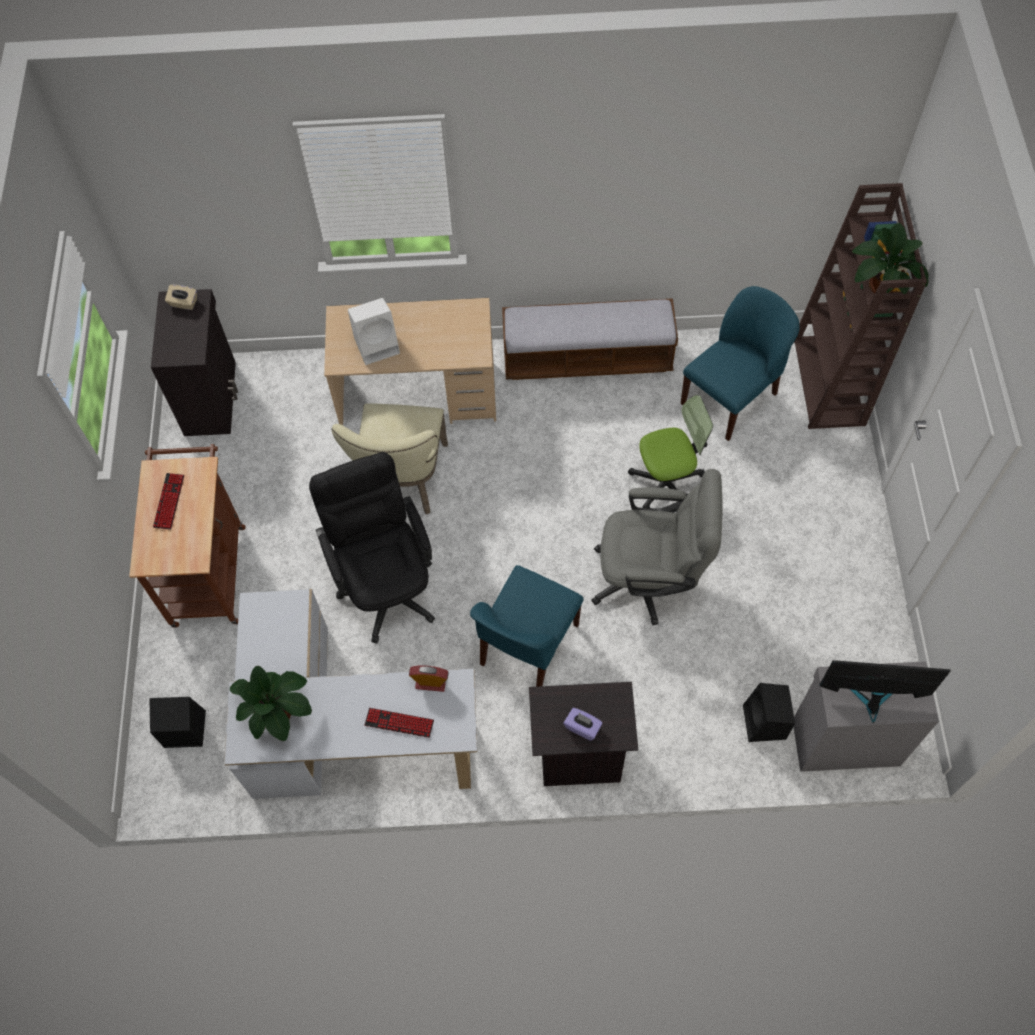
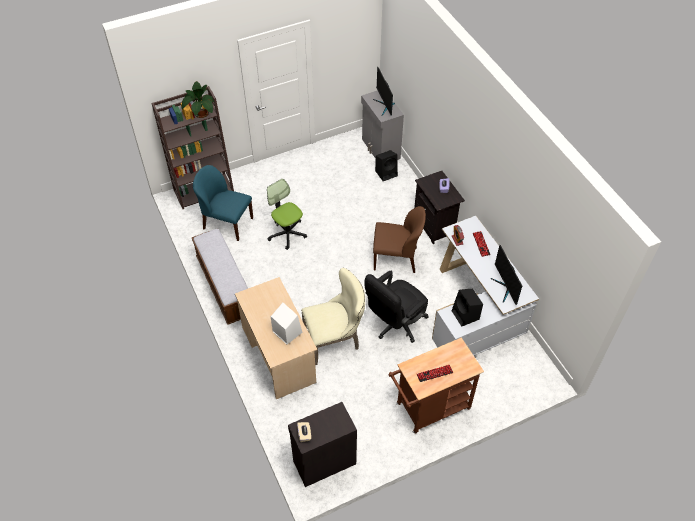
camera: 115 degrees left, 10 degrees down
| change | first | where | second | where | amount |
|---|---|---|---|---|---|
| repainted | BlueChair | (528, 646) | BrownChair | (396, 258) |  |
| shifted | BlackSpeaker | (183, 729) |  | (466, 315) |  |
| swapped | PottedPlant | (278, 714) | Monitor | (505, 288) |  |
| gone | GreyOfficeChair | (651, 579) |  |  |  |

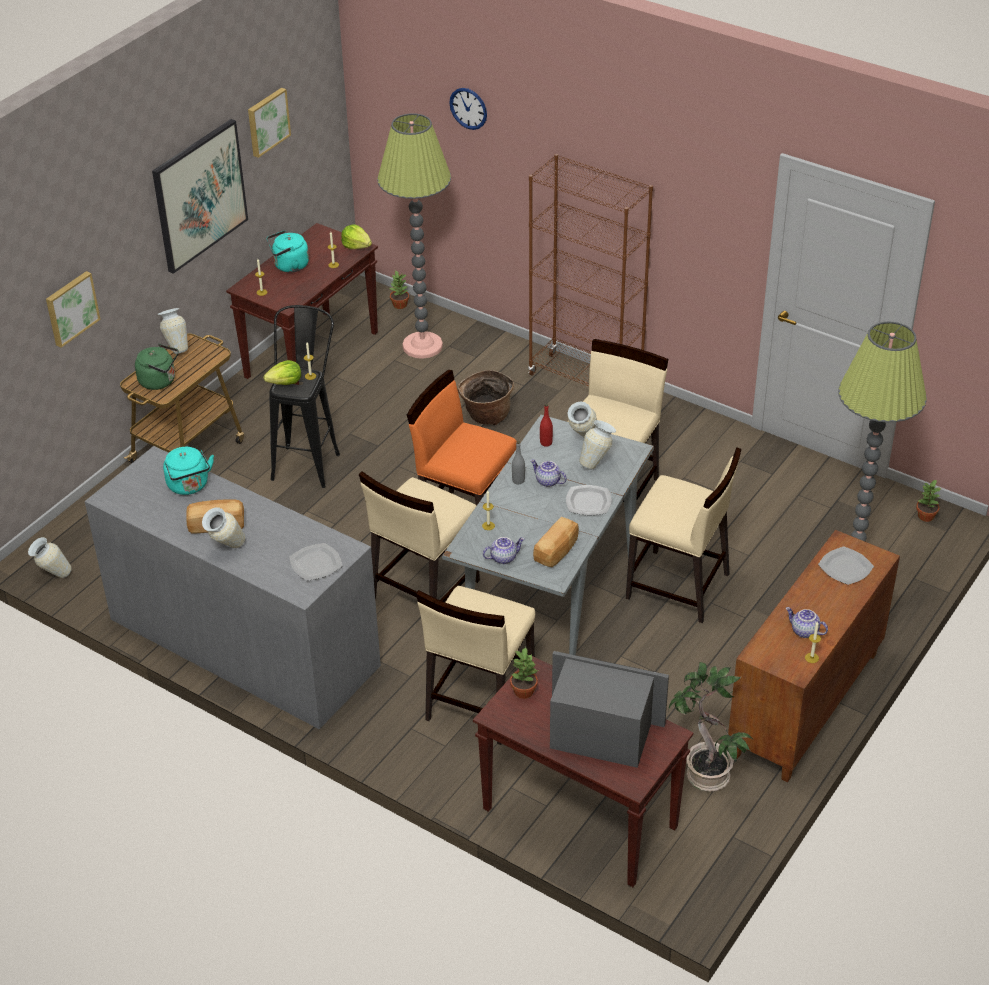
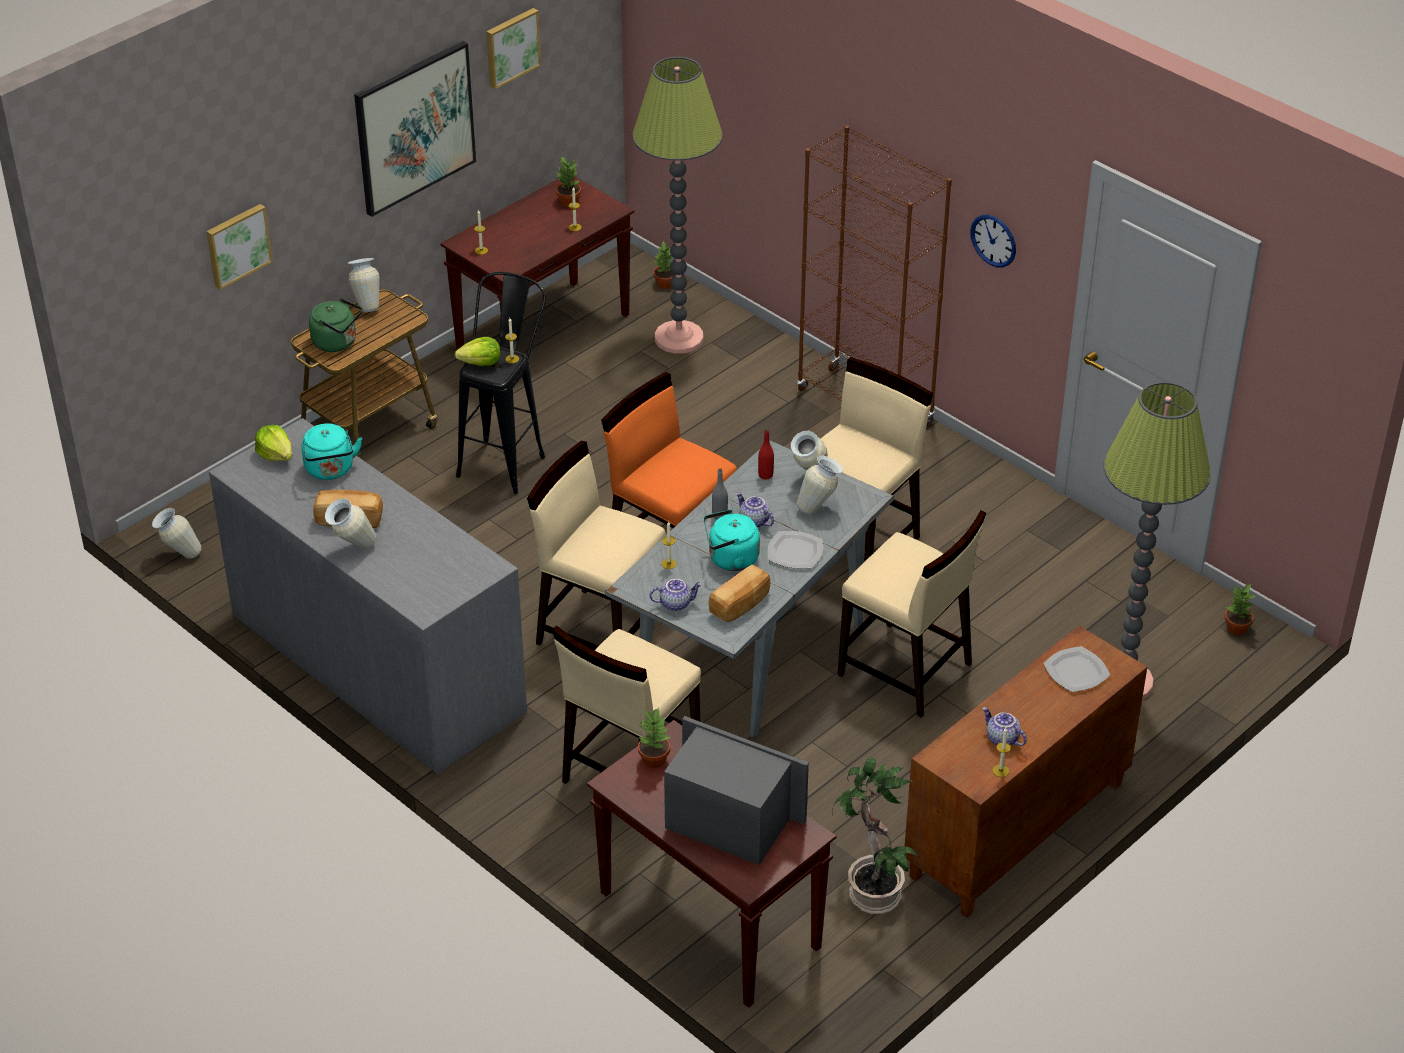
camera: 10 degrees right, 0 degrees up
| change | first | where | second | where | amount |
|---|---|---|---|---|---|
| shifted | Lettuce | (356, 245) |  | (276, 454) |  |
| rotated | BeigeChair | (423, 590) |  | (600, 631) | 75 degrees clockwise |
| new |  |  | PottedPlant | (568, 201) |  |
| shifted | TurquoiseKettle | (289, 266) |  | (730, 559) |  |
| shifted | WallClock | (468, 108) |  | (993, 240) |  |
| gone | Plate | (315, 563) |  |  |  |
| gone | Basket | (486, 416) |  |  |  |

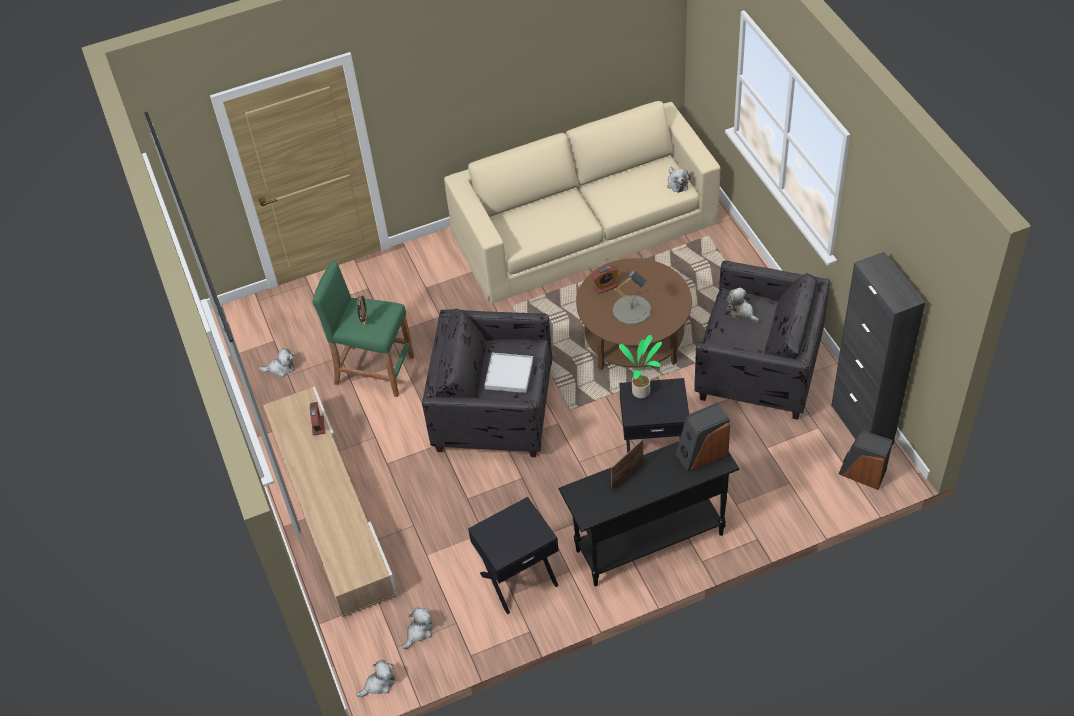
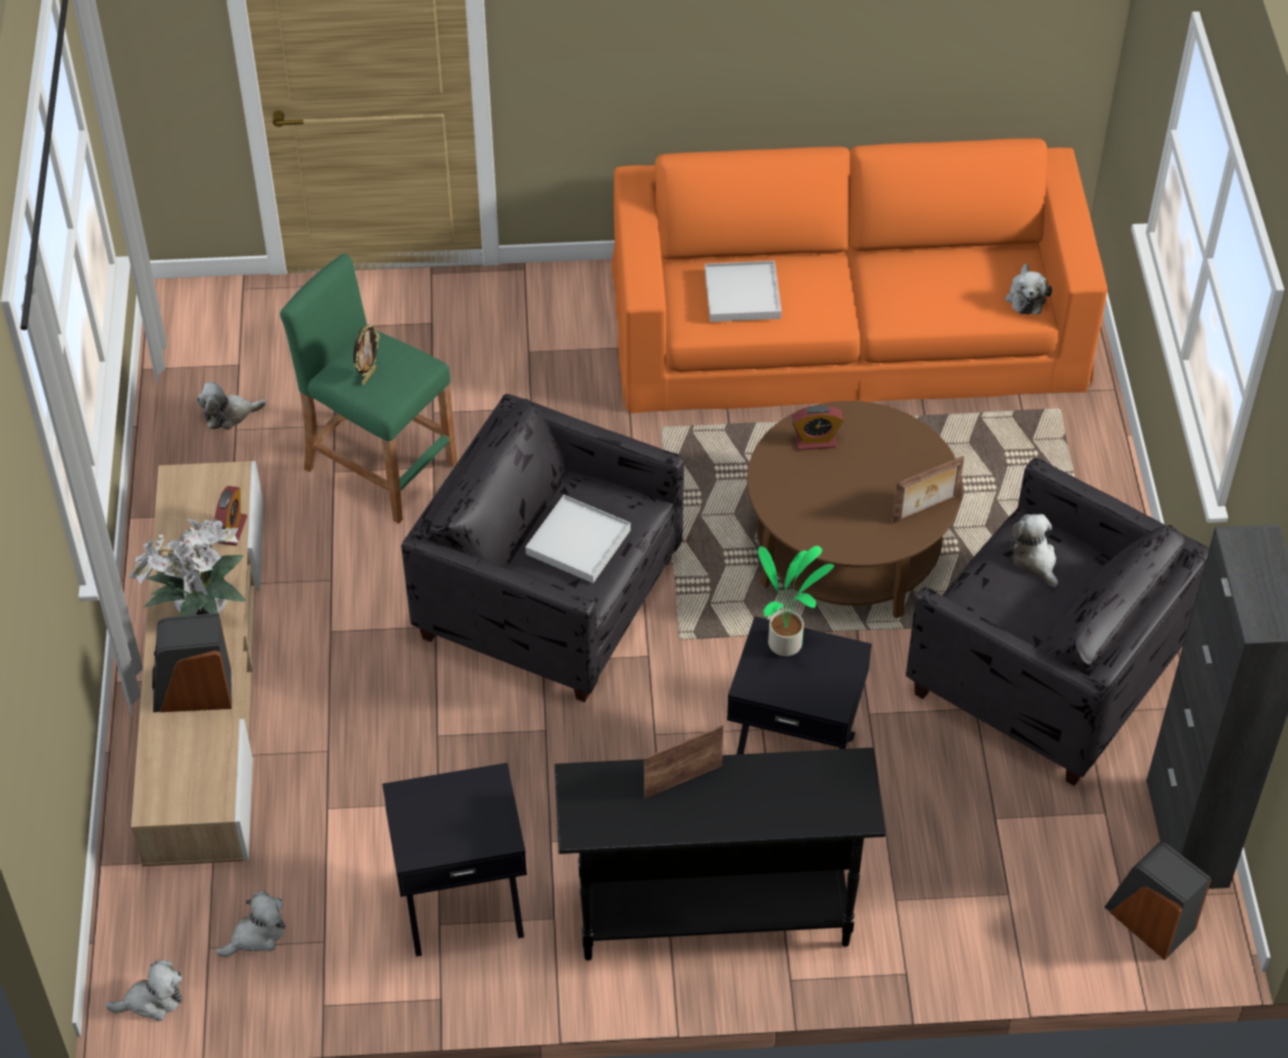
camera: 15 degrees right, 0 degrees up
| change | first | where | second | where | amount |
|---|---|---|---|---|---|
| new |  |  | PottedPlant | (199, 612) |  |
| shifted | Speaker | (702, 454) |  | (193, 692) |  |
| rotated | PlushToy | (281, 368) |  | (229, 415) | 150 degrees clockwise |
| repainted | BeigeSofa | (584, 226) | OrangeSofa | (847, 327) |  |
| new |  |  | WhiteTray | (742, 295) |  |
| new |  |  | PictureFrame | (926, 510) |  |
| gone | GreyTableLamp | (632, 310) |  |  |  |

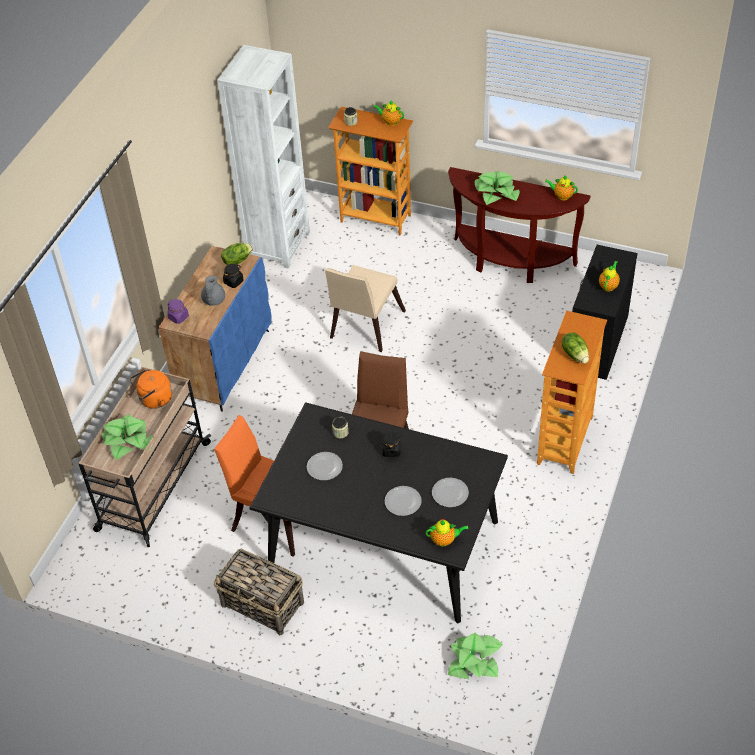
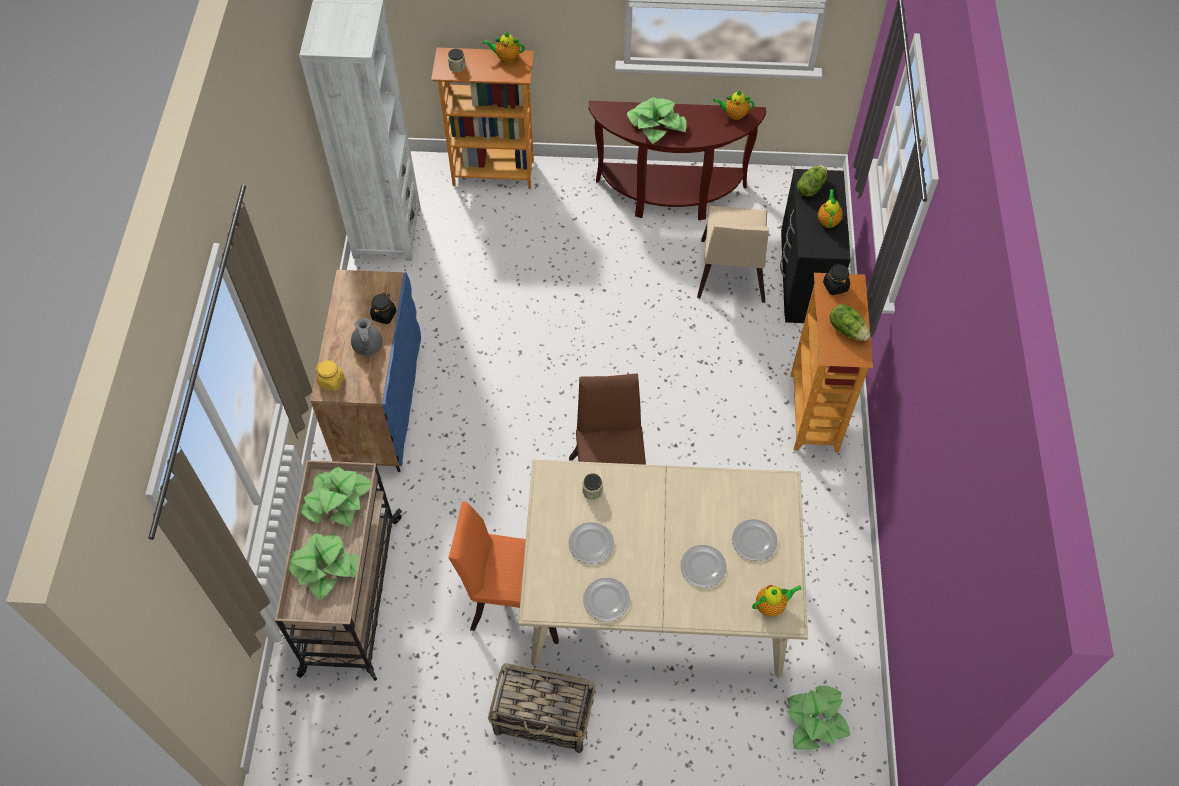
camera: 20 degrees left, 10 degrees up
| change | first | where | second | where | amount |
|---|---|---|---|---|---|
| swapped | OrangeKettle | (154, 400) | PottedPlant | (337, 501) |  |
| repainted | PurpleJar | (178, 317) | YellowJar | (331, 381) |  |
| repainted | BlackDiningTable | (382, 543) | BeigeDiningTable | (656, 598) |  |
| new |  |  | Plate | (606, 601) |  |
| shifted | BeigeChair | (364, 327) |  | (730, 276) |  |
| shifted | Lettuce | (237, 260) |  | (810, 188) |  |
| shifted | BlackJar | (391, 450) |  | (835, 286) |  |

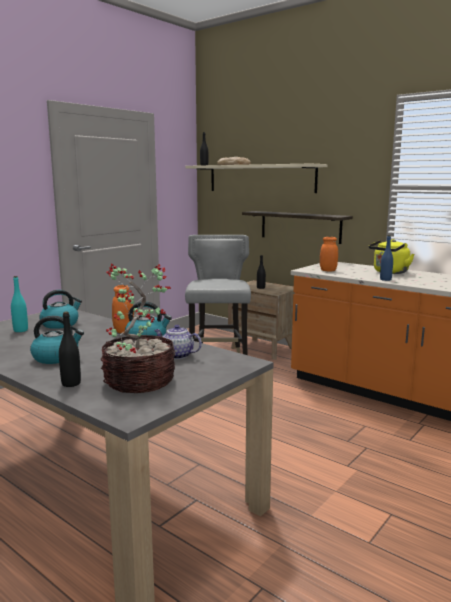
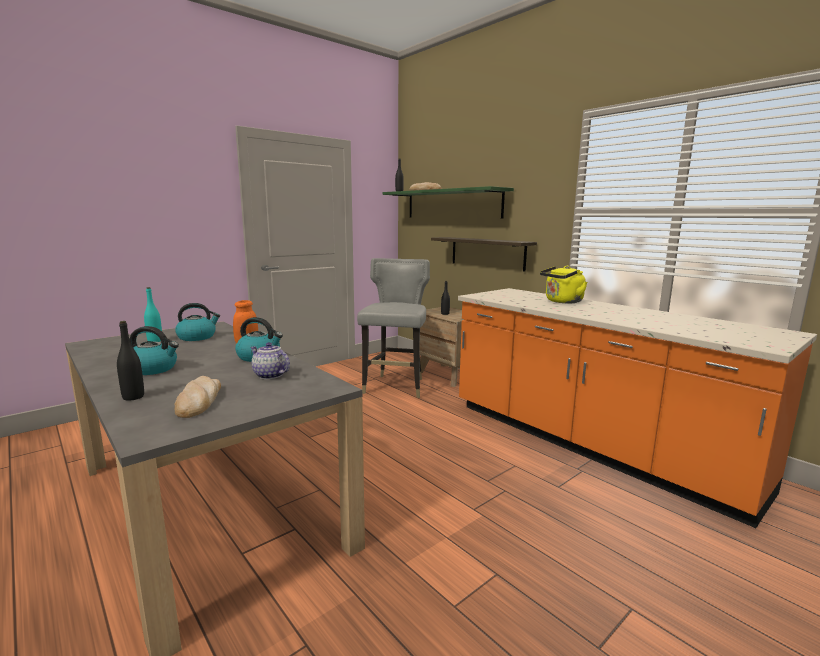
camera: 10 degrees right, 0 degrees up
| change | first | where | second | where | amount |
|---|---|---|---|---|---|
| swapped | PottedPlant | (138, 382) | Bread | (199, 401) |  |
| repainted | BeigeShelf | (260, 178) | GreenShelf | (452, 204) |  |
| gone | OrangeJar | (328, 270) |  |  |  |
| gone | BlueBottle | (385, 279) |  |  |  |

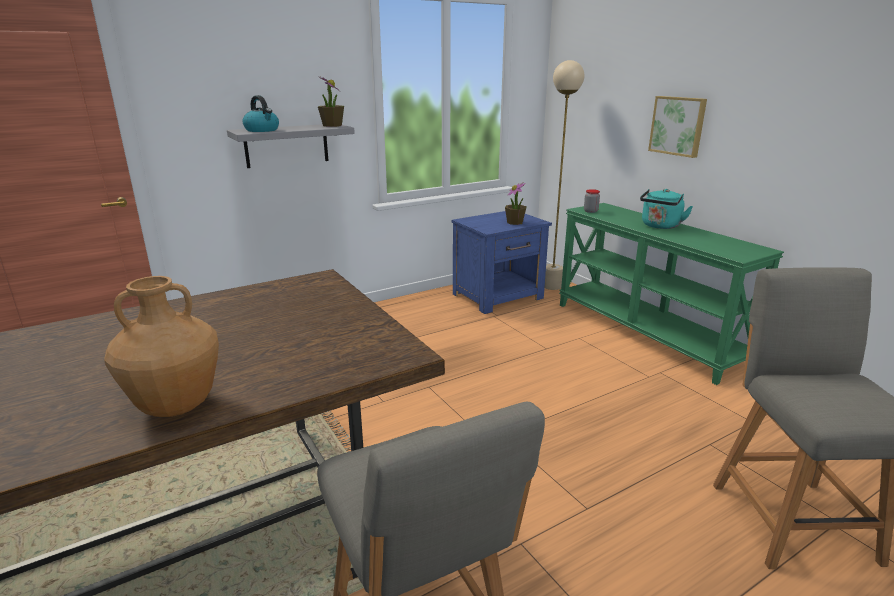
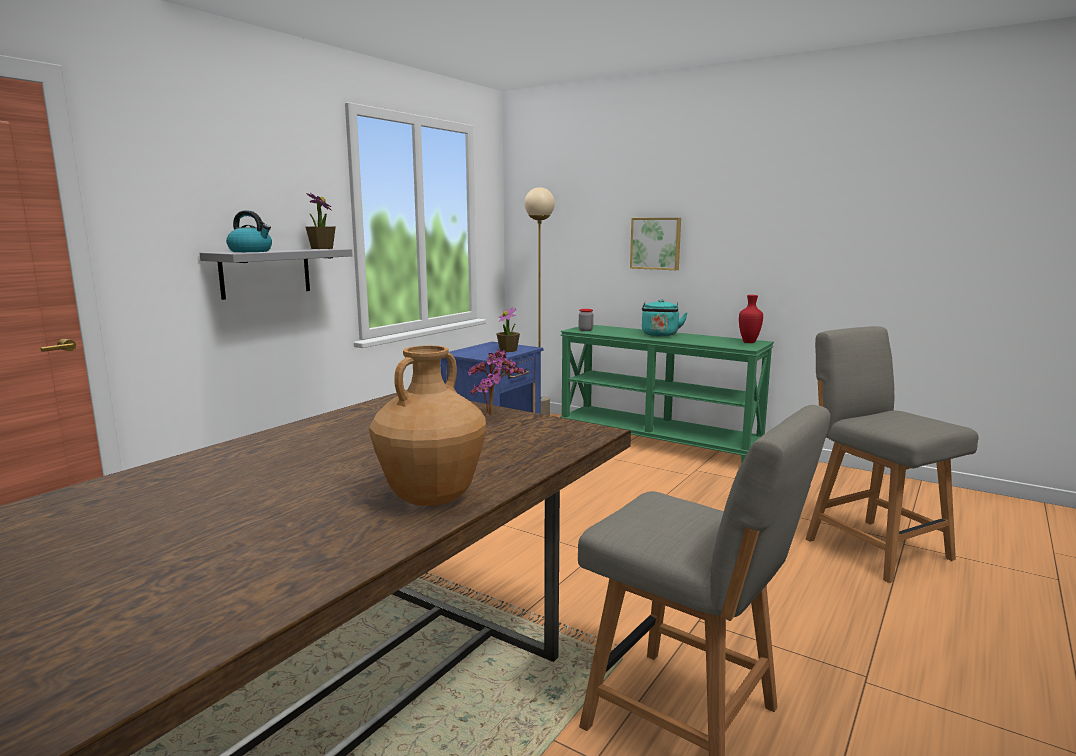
camera: 25 degrees left, 10 degrees down
| change | first | where | second | where | amount |
|---|---|---|---|---|---|
| new |  |  | PottedPlant | (494, 415) |  |
| new |  |  | RedVase | (749, 342) |  |

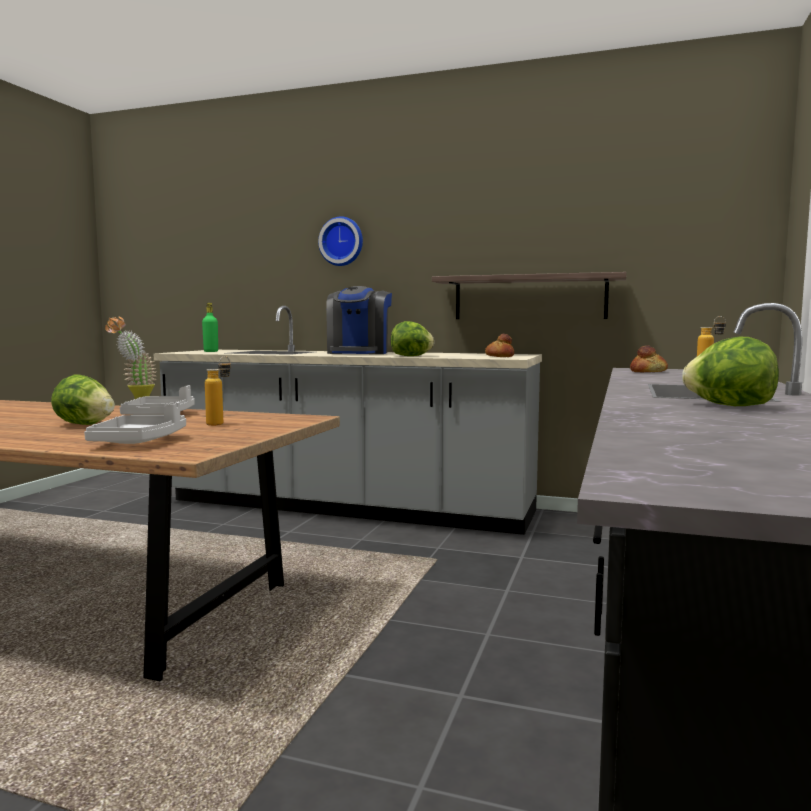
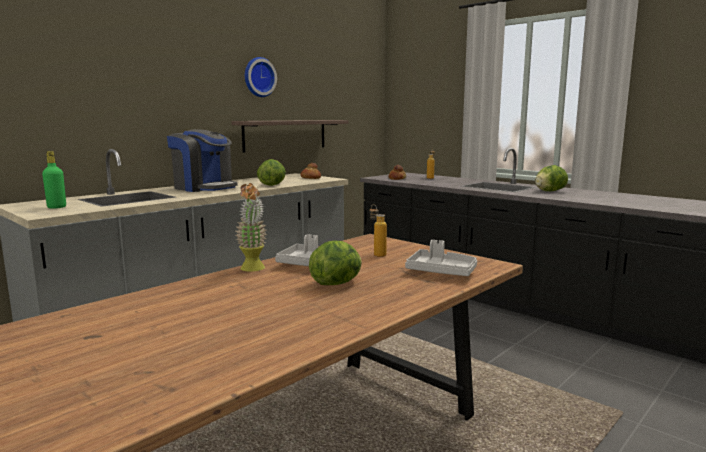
camera: 65 degrees left, 5 degrees up
| change | first | where | second | where | amount |
|---|---|---|---|---|---|
| shifted | WallClock | (342, 241) |  | (258, 77) |  |

